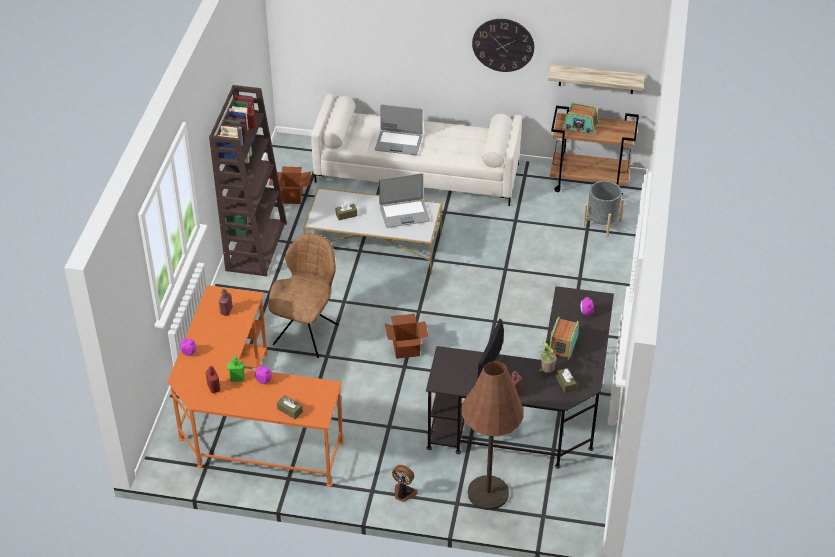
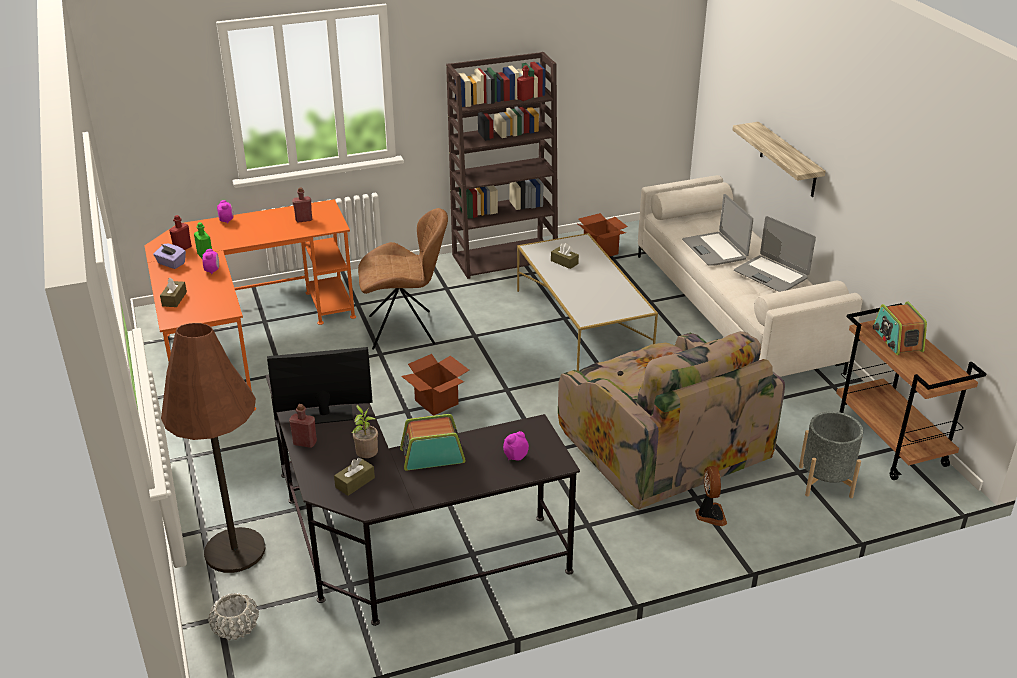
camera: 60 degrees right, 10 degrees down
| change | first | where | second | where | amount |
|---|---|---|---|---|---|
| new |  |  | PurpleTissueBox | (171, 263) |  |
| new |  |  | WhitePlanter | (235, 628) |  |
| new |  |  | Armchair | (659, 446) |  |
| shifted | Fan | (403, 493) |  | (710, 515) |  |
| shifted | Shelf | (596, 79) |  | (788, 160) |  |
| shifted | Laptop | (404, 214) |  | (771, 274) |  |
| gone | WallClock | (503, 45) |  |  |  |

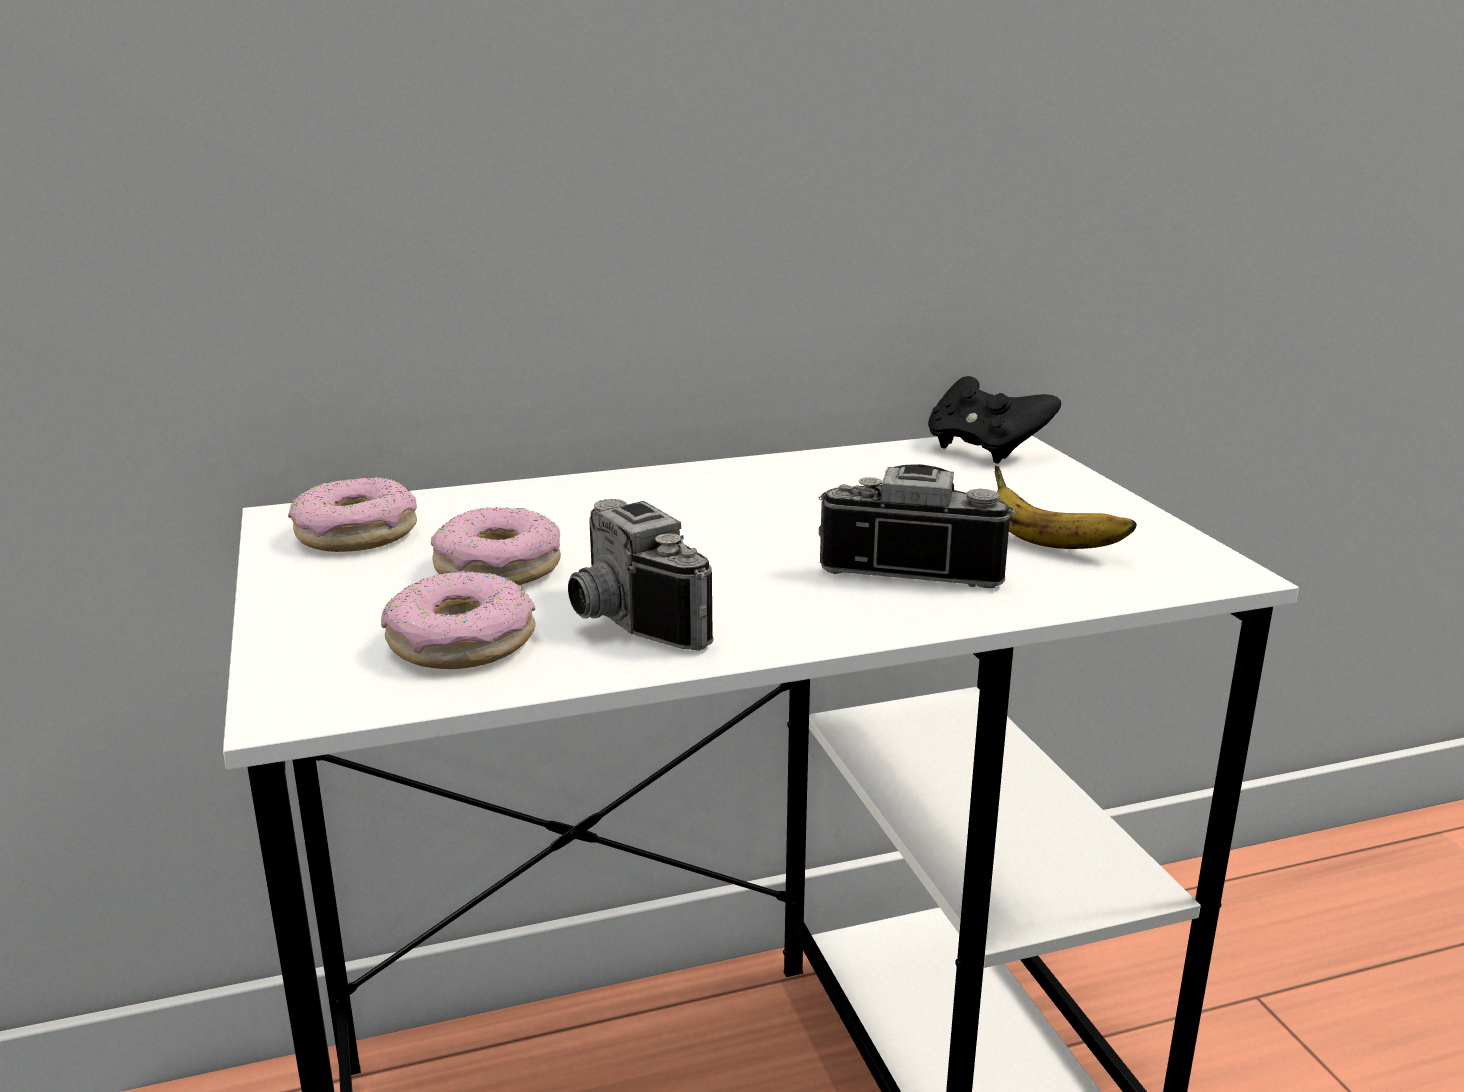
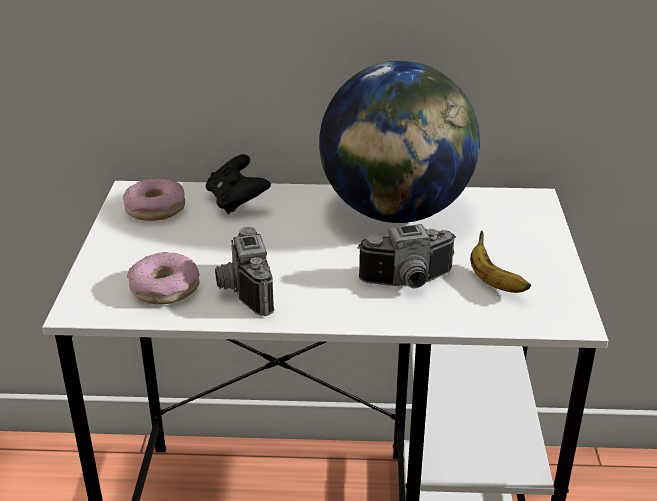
camera: 20 degrees right, 10 degrees up
| change | first | where | second | where | amount |
|---|---|---|---|---|---|
| shifted | BlackGameController | (985, 449) |  | (236, 201) |  |
| new |  |  | Globe | (395, 213) |  |
| rotated | PhotoCamera | (914, 565) |  | (409, 283) | 135 degrees clockwise |
| gone | Donut | (497, 568) |  |  |  |

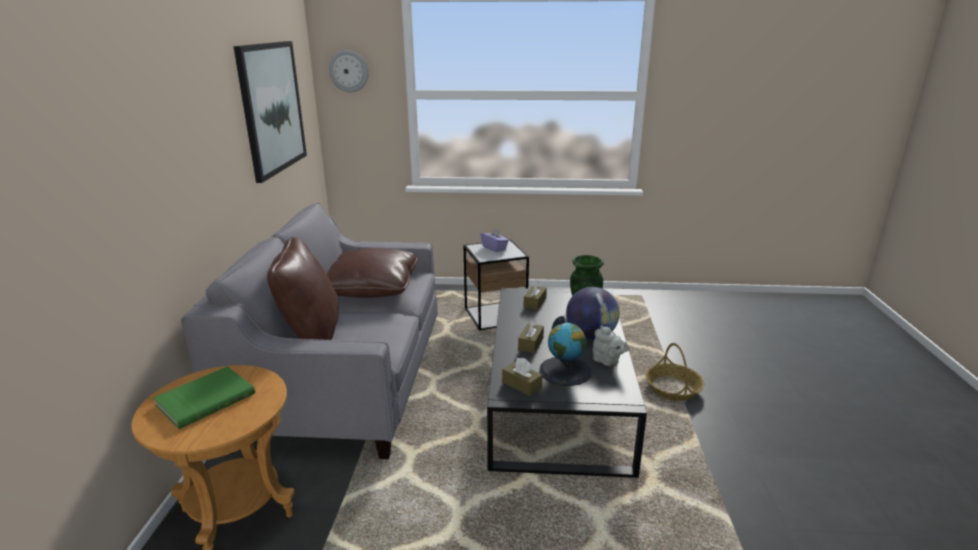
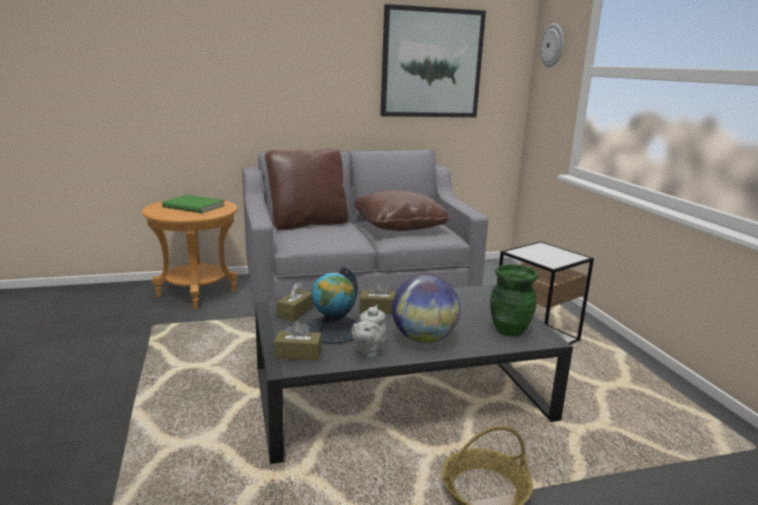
camera: 70 degrees right, 5 degrees down
| change | first | where | second | where | amount |
|---|---|---|---|---|---|
| shifted | BrownTissueBox | (535, 303) |  | (298, 354) |  |
| gone | PurpleTissueBox | (494, 248) |  |  |  |

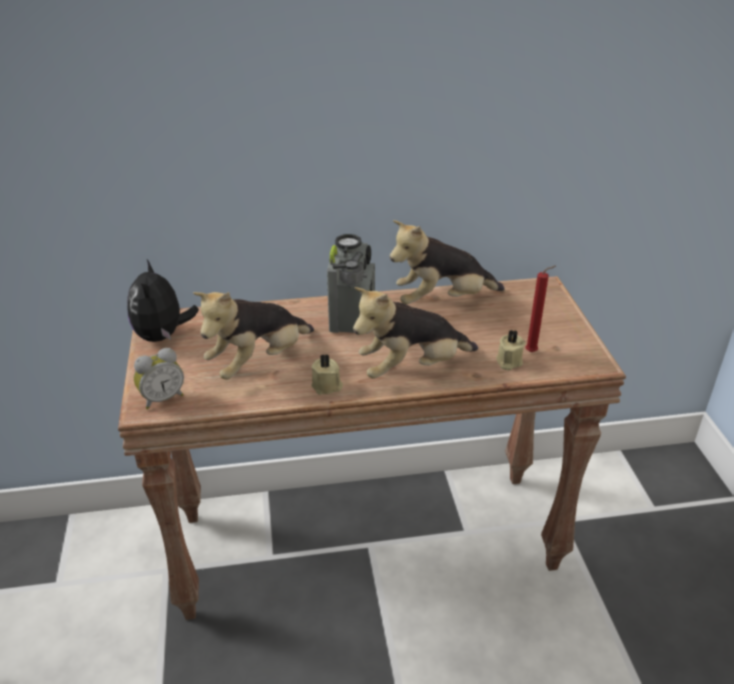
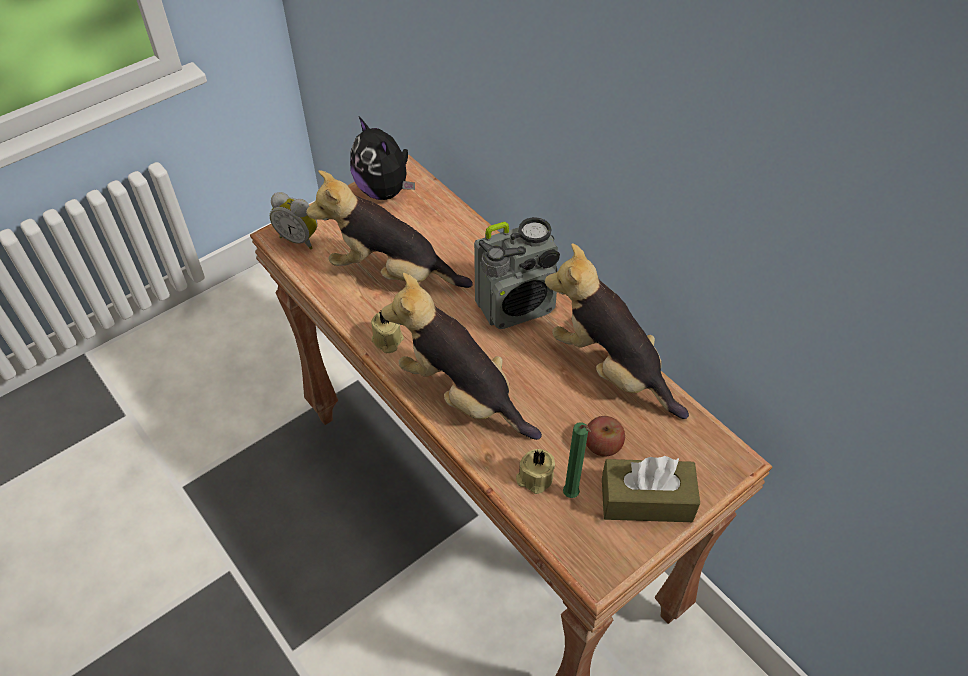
camera: 60 degrees right, 15 degrees up
| change | first | where | second | where | amount |
|---|---|---|---|---|---|
| rotated | PlushToy | (163, 336) |  | (385, 191) | 90 degrees counterclockwise |
| repainted | RedCandle | (533, 352) | GreenCandle | (571, 496) |  |
| new |  |  | Apple | (602, 445) |  |
| new |  |  | BrownTissueBox | (646, 500) |  |

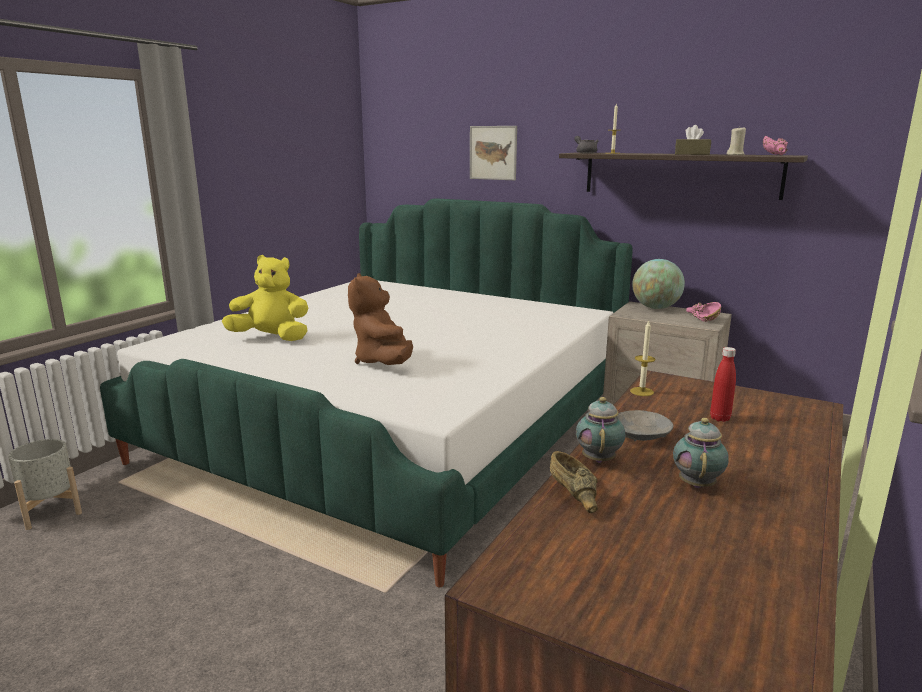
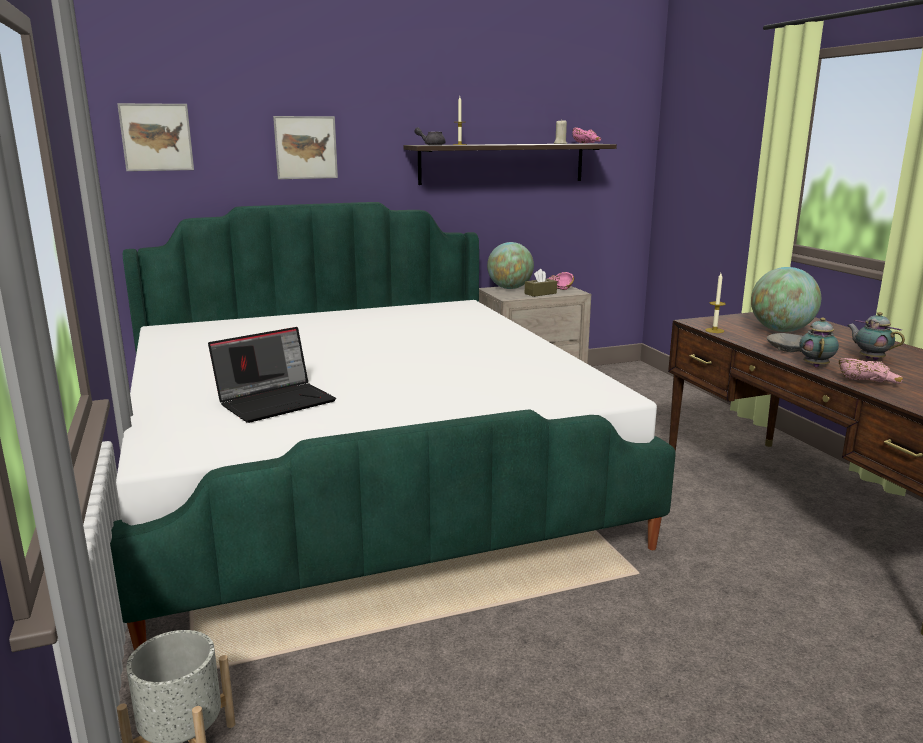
camera: 50 degrees left, 0 degrees up
| change | first | where | second | where | amount |
|---|---|---|---|---|---|
| new |  |  | Picture | (156, 137) |  |
| swapped | YellowPlushToy | (271, 338) | Laptop | (276, 401) |  |
| shifted | BrownTissueBox | (692, 154) |  | (540, 293) |  |
| swapped | RedBottle | (720, 418) | Globe | (781, 330) |  |
| rotated | Teapot | (598, 459) |  | (815, 365) | 60 degrees clockwise |
| repainted | BrownBowl | (579, 496) | PinkBowl | (867, 382) |  |
| gone | BrownPlushToy | (383, 362) |  |  |  |

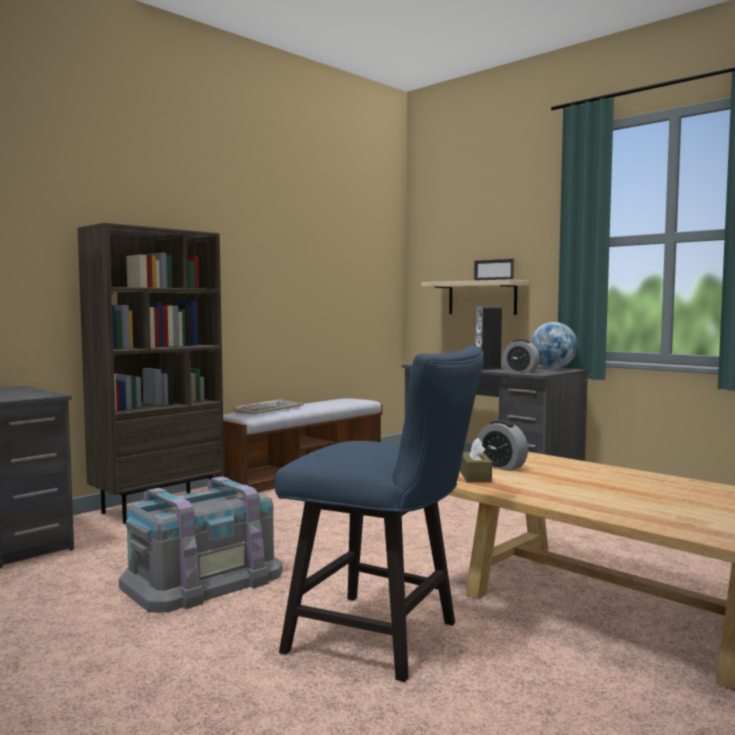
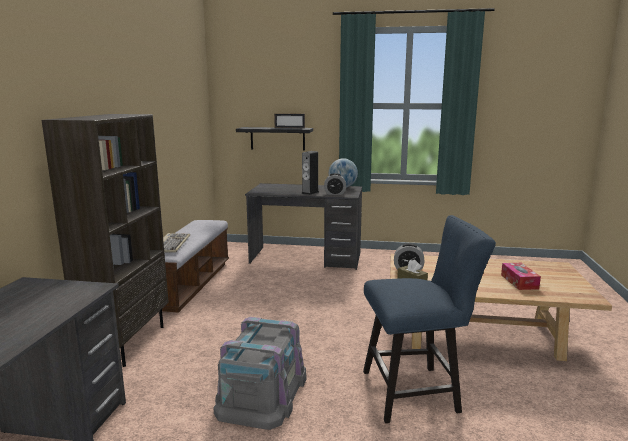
camera: 35 degrees left, 10 degrees up
| change | first | where | second | where | amount |
|---|---|---|---|---|---|
| repainted | BeigeShelf | (482, 298) | BlackShelf | (277, 138) |  |
| new |  |  | TissueBox | (519, 281) |  |

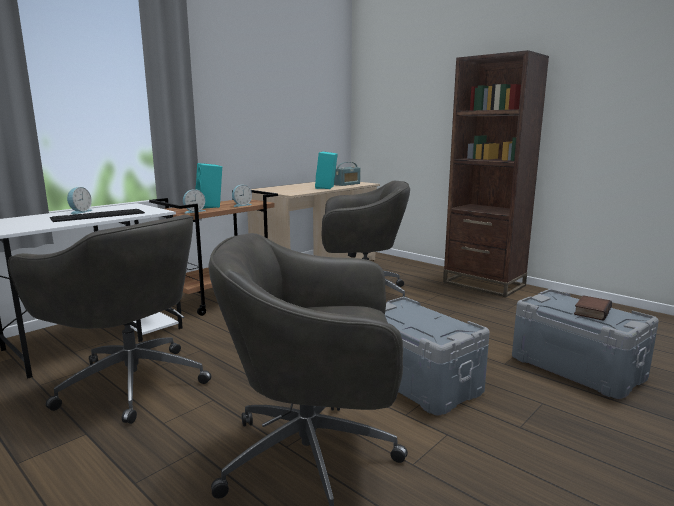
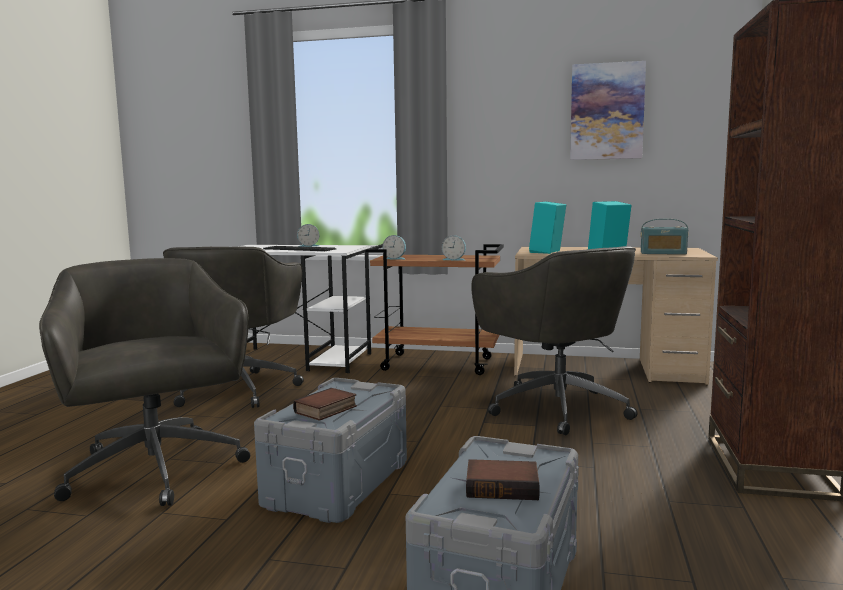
camera: 60 degrees right, 5 degrees down
| change | first | where | second | where | amount |
|---|---|---|---|---|---|
| new |  |  | Book | (326, 410) |  |
| shifted | TurquoiseSpeaker | (210, 206) |  | (547, 252) |  |
| new |  |  | Picture | (606, 111) |  |

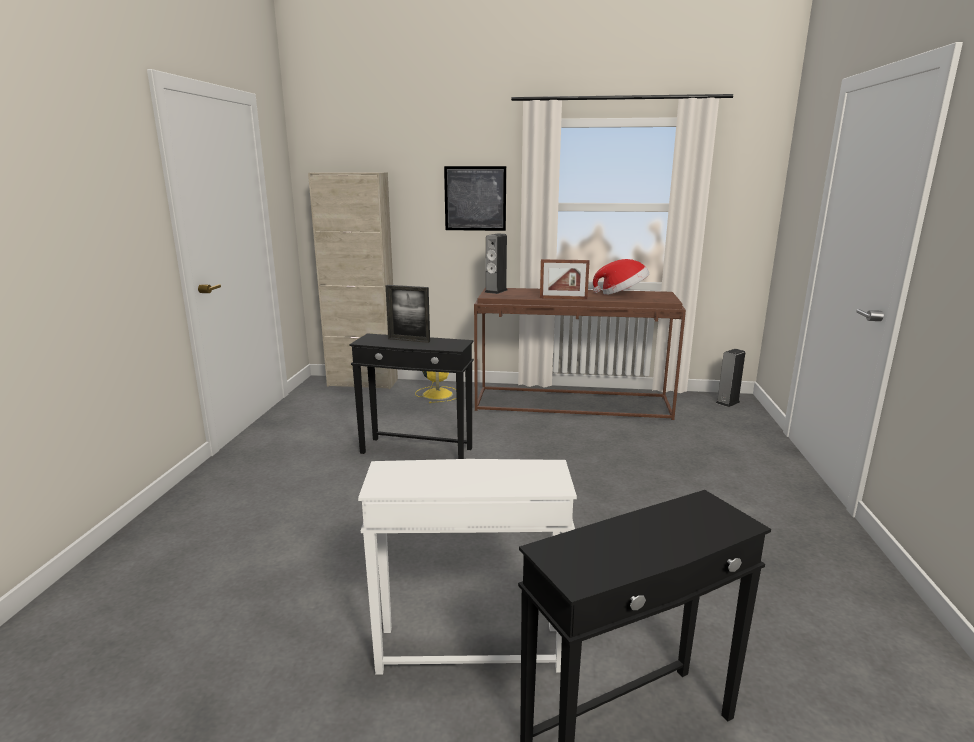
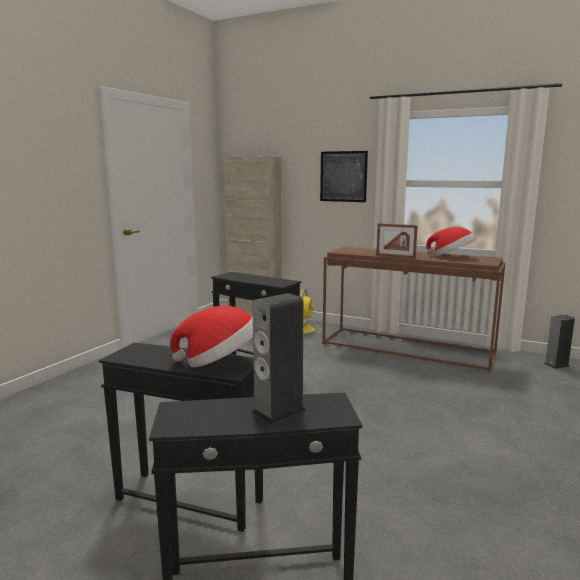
camera: 20 degrees right, 5 degrees down
| change | first | where | second | where | amount |
|---|---|---|---|---|---|
| repainted | WhiteSideTable | (469, 648) | BlackSideTable | (189, 499) |  |
| new |  |  | Hat | (219, 362) |  |
| shifted | Speaker | (496, 291) |  | (278, 411) |  |
| gone | PictureFrame | (409, 340) |  |  |  |

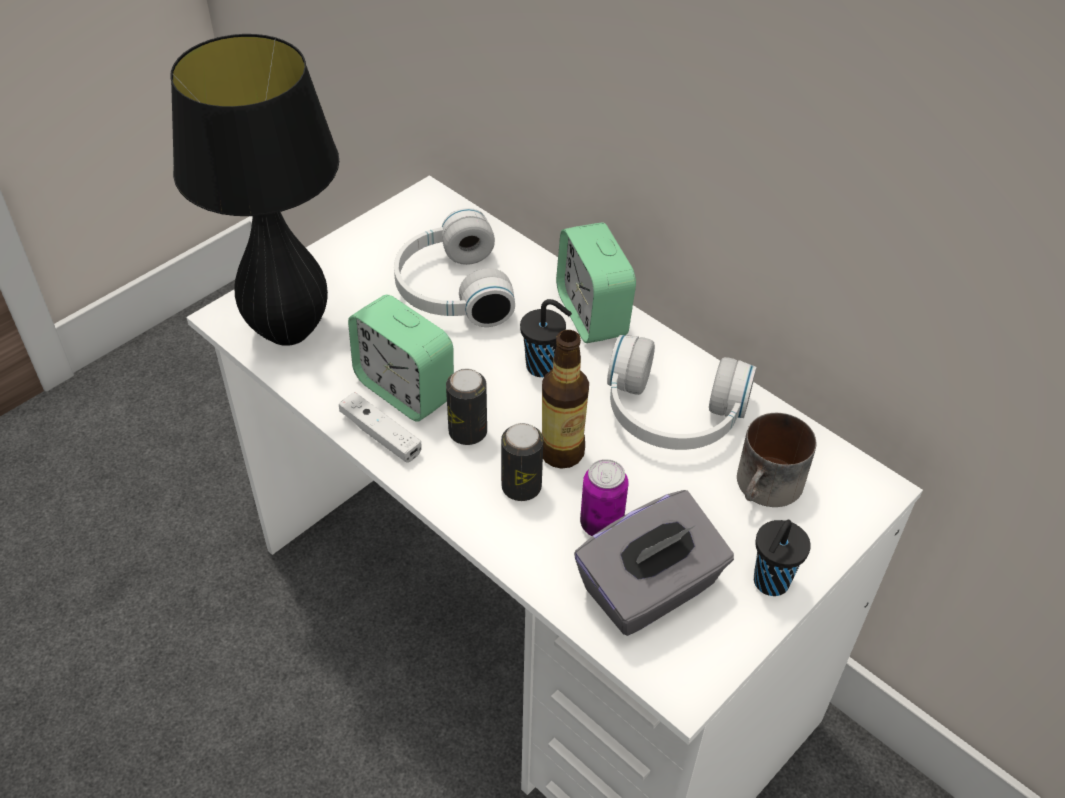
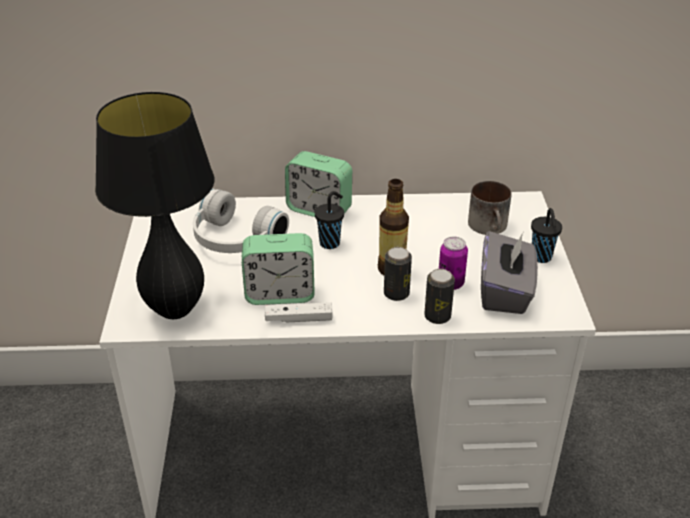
camera: 45 degrees left, 10 degrees down
| change | first | where | second | where | amount |
|---|---|---|---|---|---|
| shifted | Can | (467, 432) |  | (437, 316) |  |
| gone | WhiteHeadphones | (671, 417) |  |  |  |

